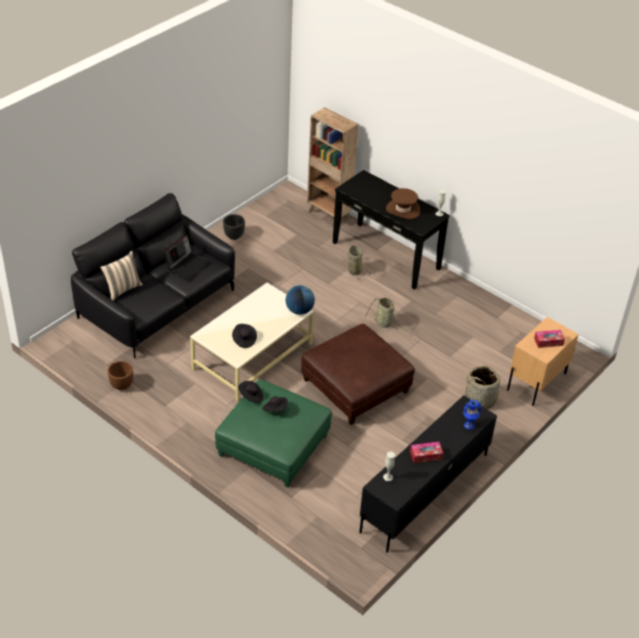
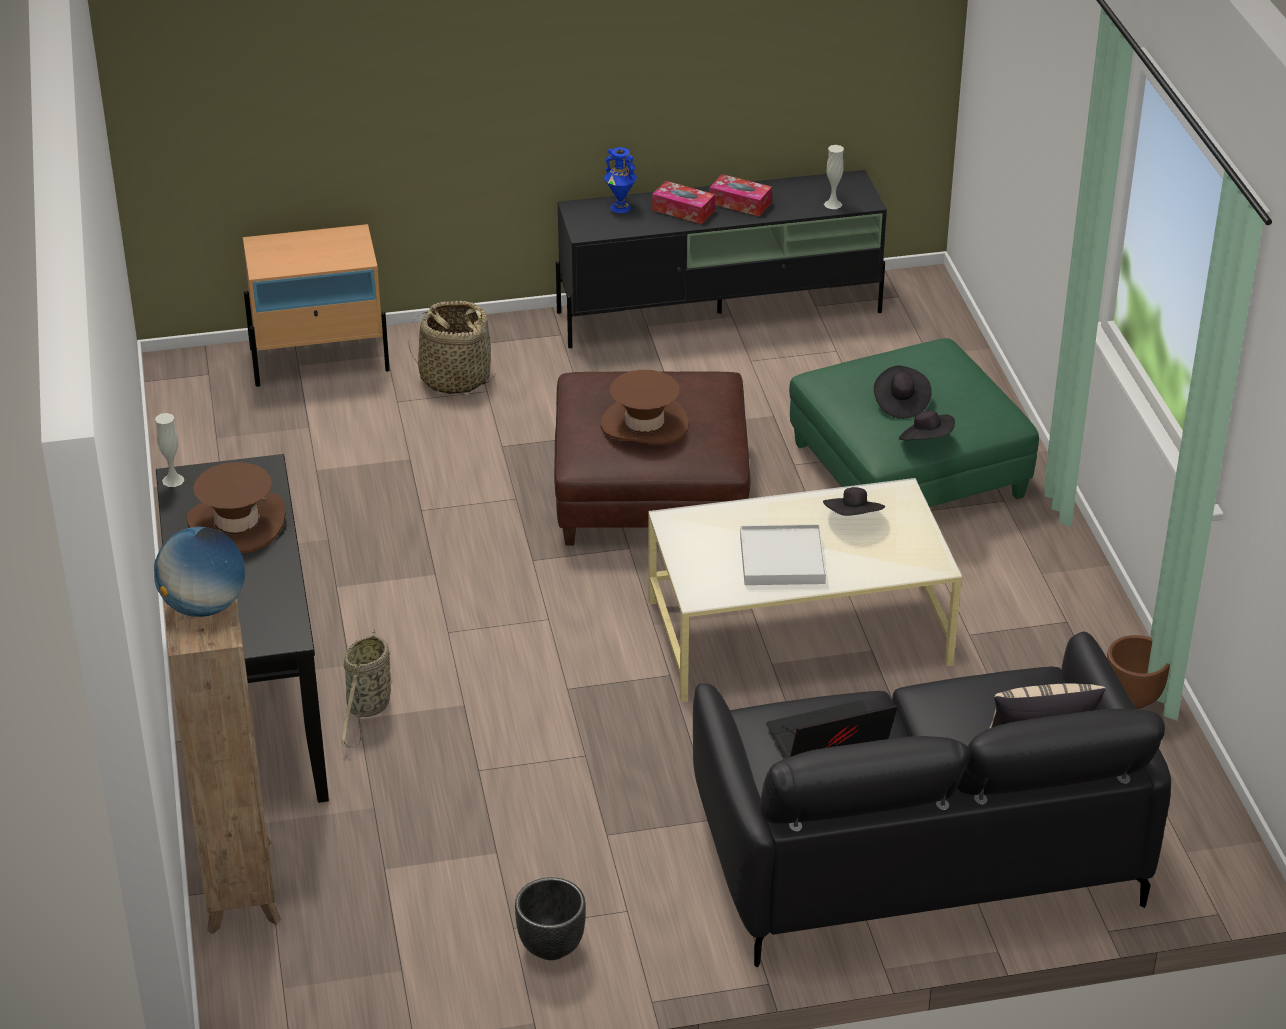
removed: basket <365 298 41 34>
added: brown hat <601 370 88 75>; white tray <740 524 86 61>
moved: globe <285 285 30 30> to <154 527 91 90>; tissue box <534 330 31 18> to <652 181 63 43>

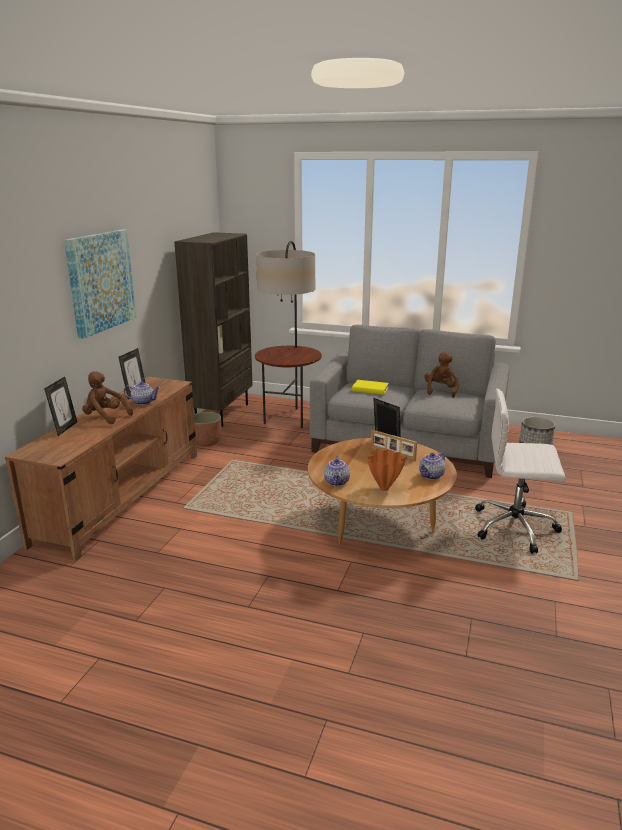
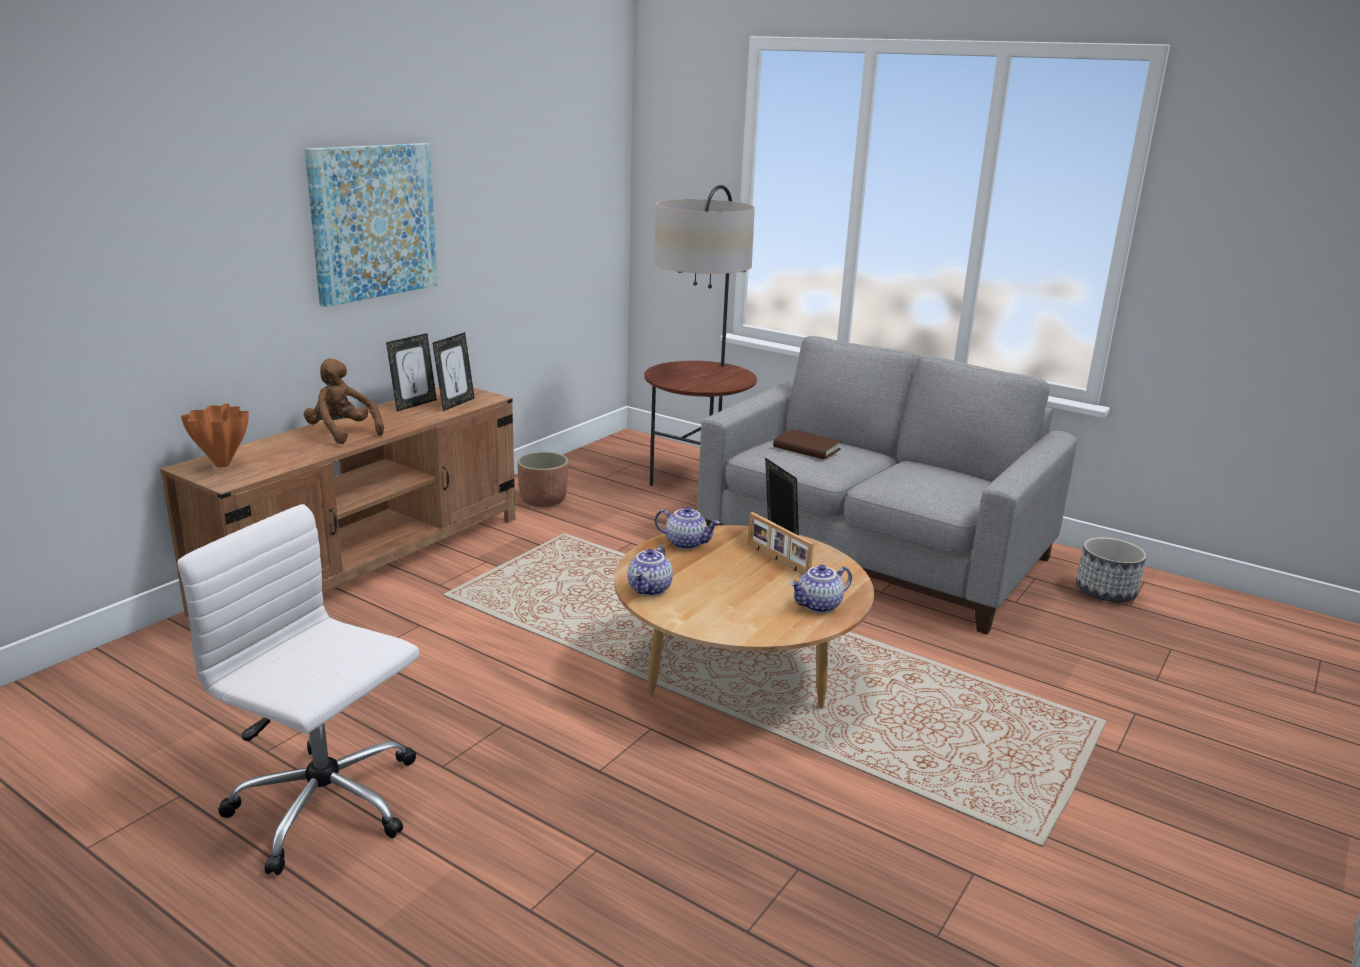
removed: brown bookcase <174 232 79 195>; brown plush toy <425 352 34 46>
moved: picture frame <44 377 33 59> to <432 332 42 79>; teapot <124 381 36 24> to <655 506 65 44>; white office chair <475 388 91 166> to <177 504 242 371>; orange vase <368 449 38 42> to <181 404 68 63>
recoloured: yellow book <352 380 37 15> to brown book <773 429 69 30>

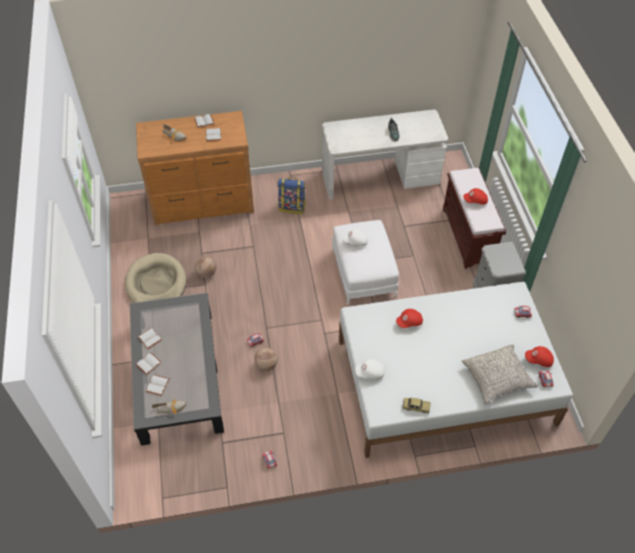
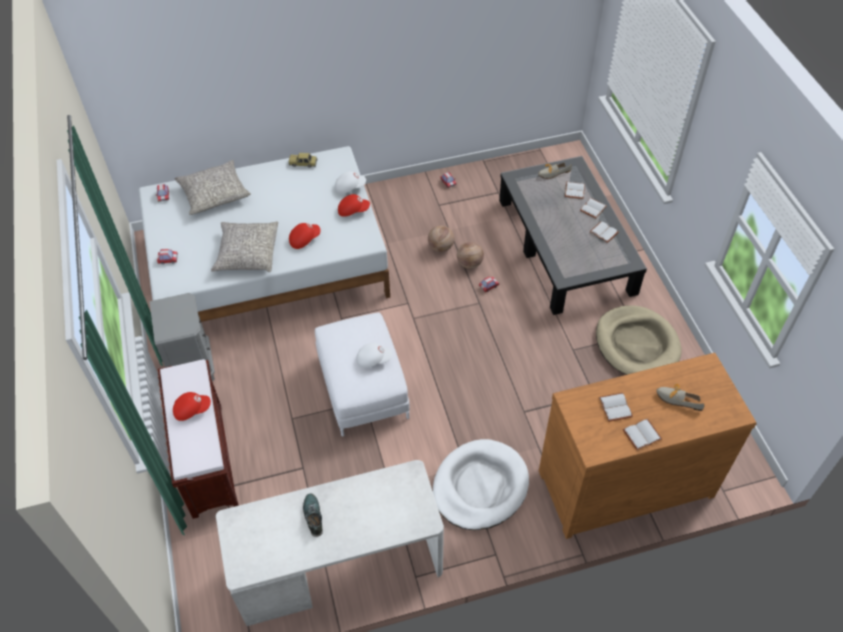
added: grey pillow <211 221 67 51>
moved: basketball <195 256 22 22> to <428 226 26 26>; red cap <525 346 29 21> to <338 194 32 23>
replaced: backpack <277 177 29 37> to white dog bed <433 439 96 91>

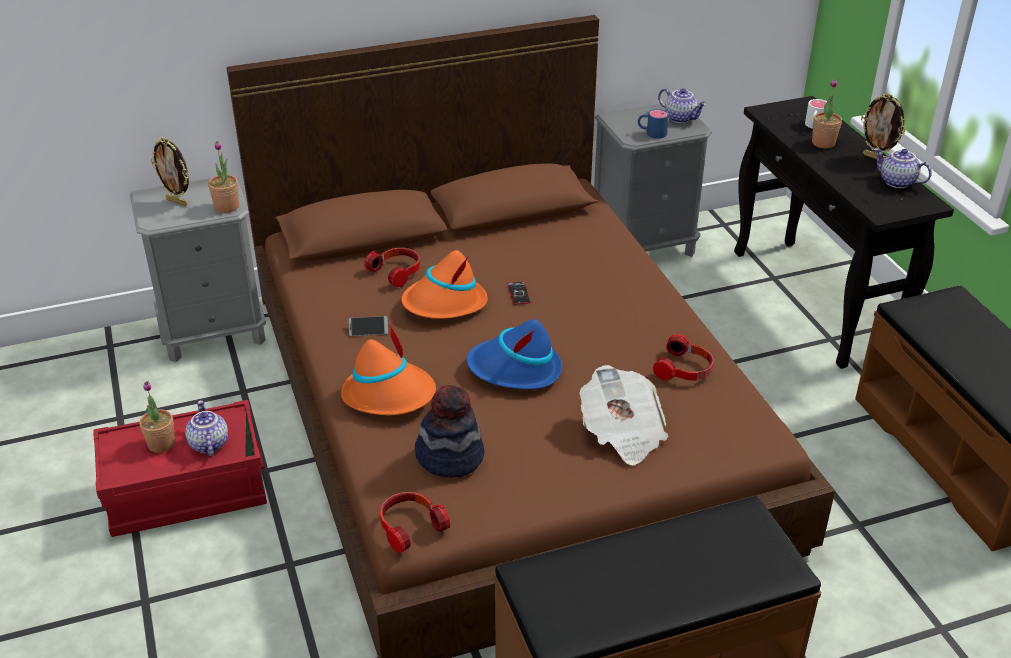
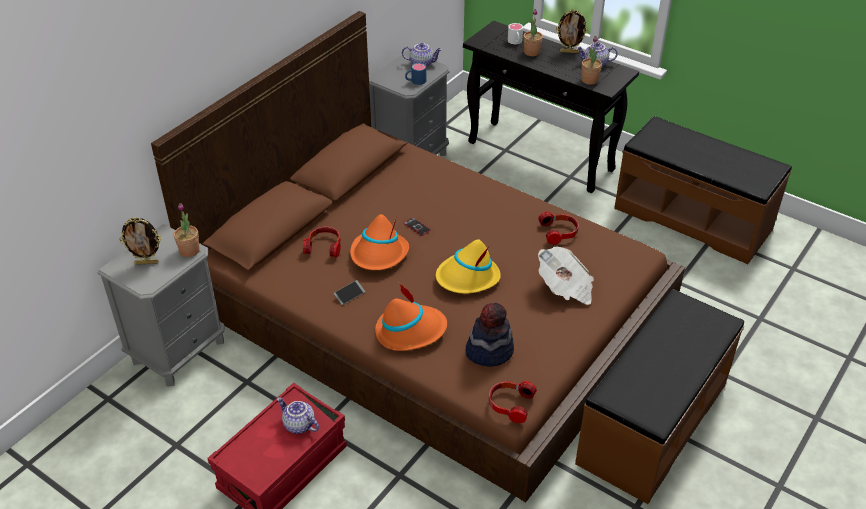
moved: potted plant <139 381 36 72> to <582 36 20 49>
recoloured: blue hat <467 319 95 70> to yellow hat <436 239 65 55>

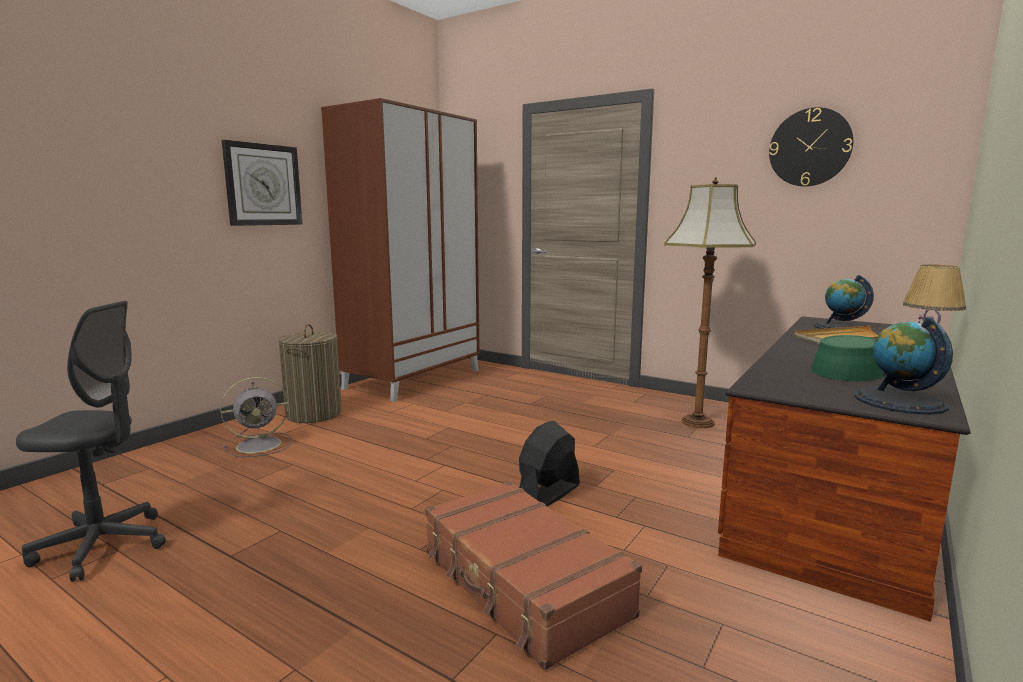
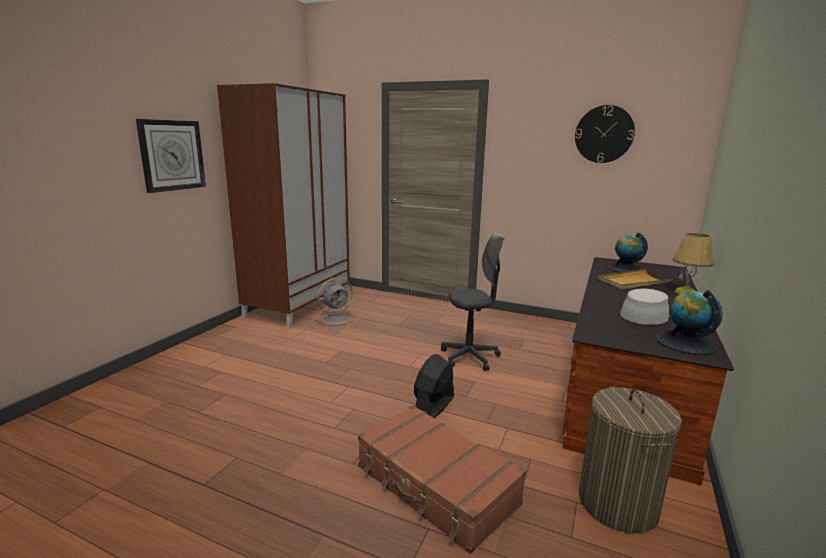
removed: floor lamp <664 177 92 251>
moved: grey office chair <16 301 150 281> to <441 233 63 138>; laundry basket <278 324 64 99> to <579 386 103 147>; grey fan <220 377 72 80> to <315 278 41 48>
recoloured: green hat <811 335 77 46> to grey hat <620 289 51 36>

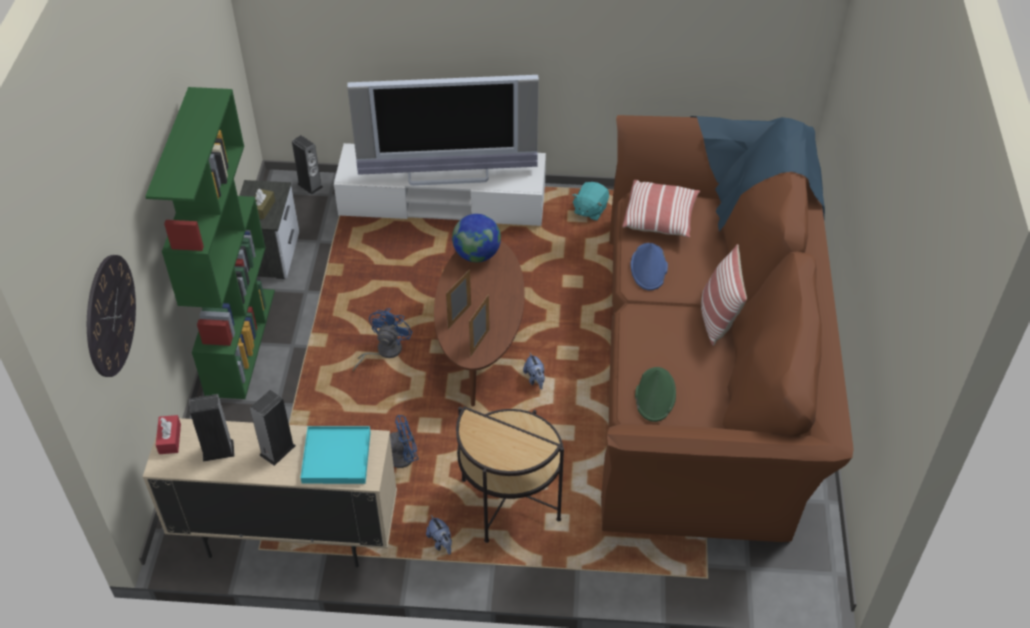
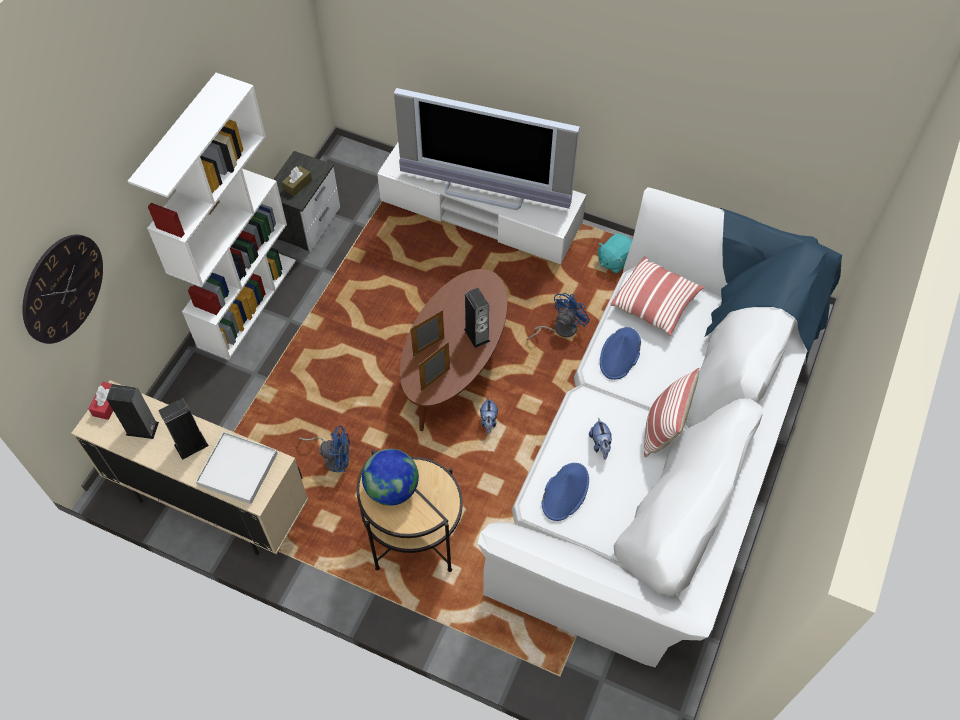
moved: speaker <292 135 31 59> to <464 288 26 60>; globe <452 214 49 48> to <362 449 57 57>; blue fan <353 308 59 64> to <527 293 63 47>; plush toy <426 515 26 40> to <589 417 23 43>
recoloured: green bookcase <145 87 130 312> to white bookcase <128 73 168 287>; brown sofa <601 115 253 427> to white sofa <478 187 364 480>; green hat <635 367 41 55> to blue hat <542 463 47 58>; turquoise tray <300 426 71 58> to white tray <196 432 82 72>

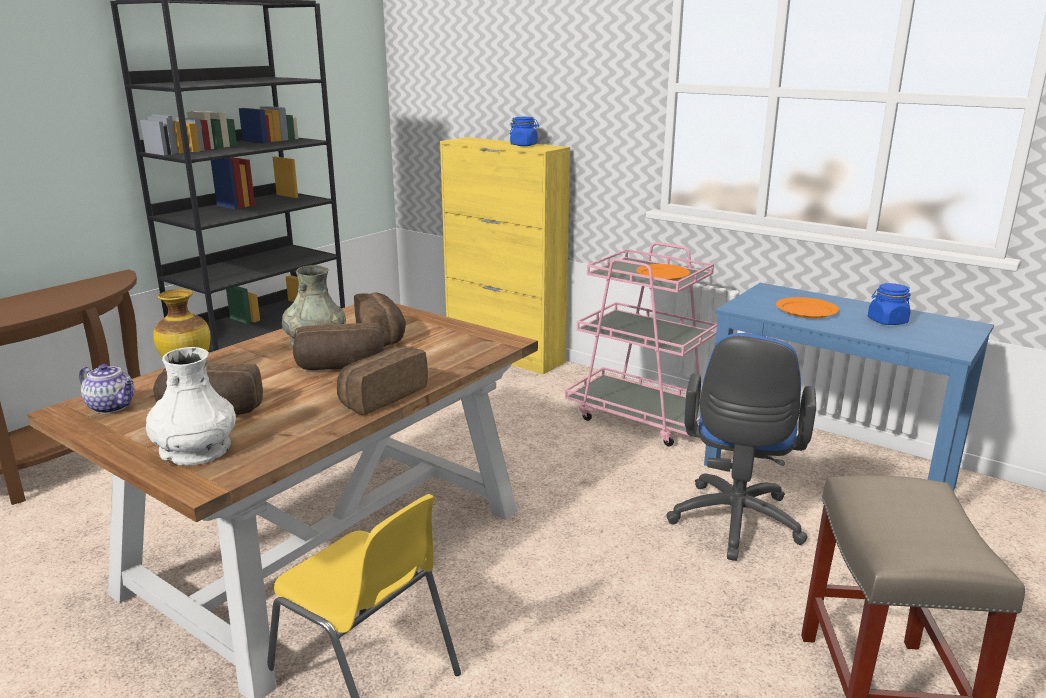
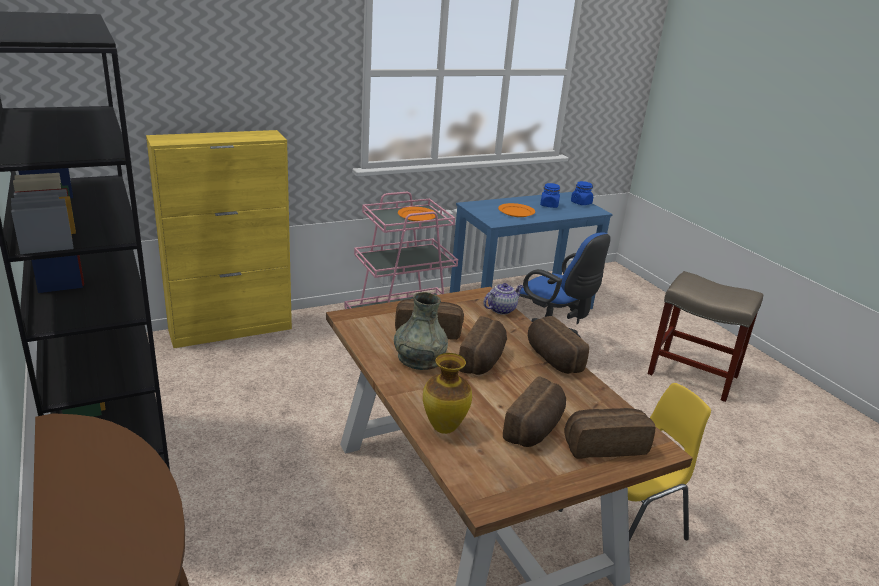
moved: blue jar <510 117 29 29> to <571 181 22 24>; teapot <79 364 55 49> to <483 283 40 32>
replaced: white vase <146 347 90 119> to bread <564 408 91 51>

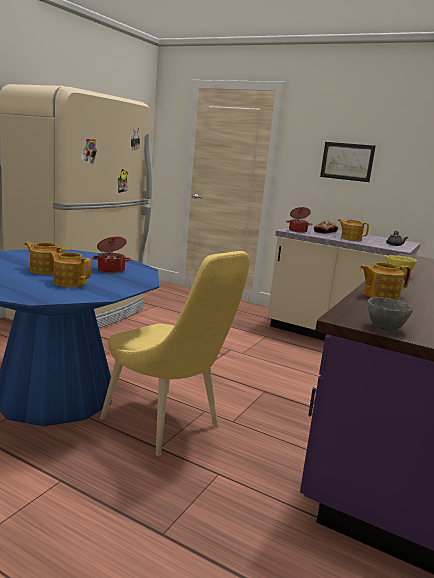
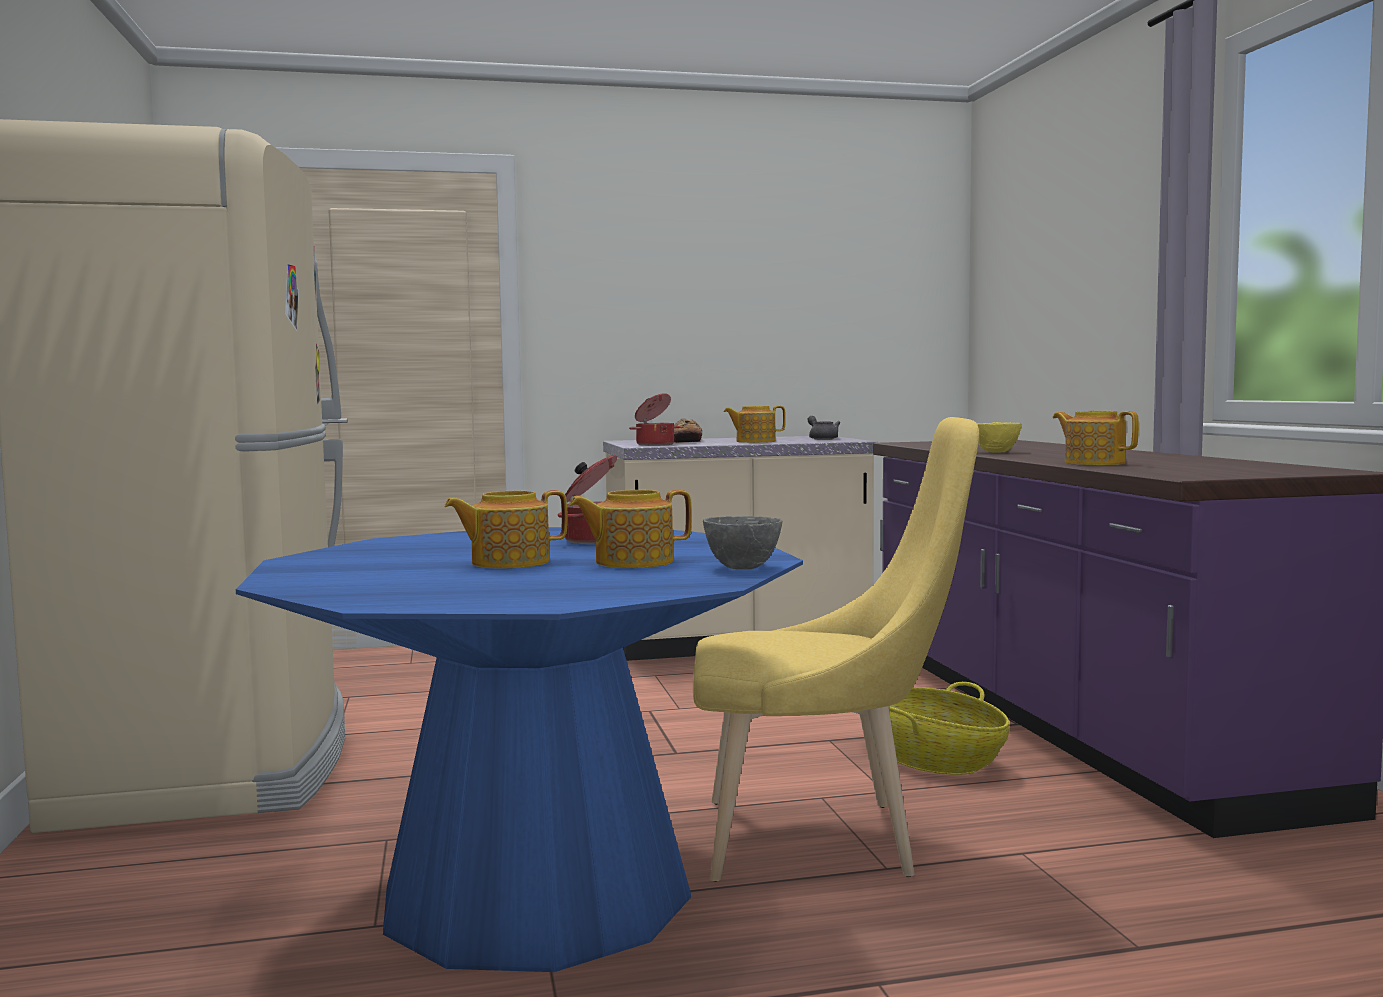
removed: picture <320 142 56 40>
added: basket <889 682 120 93>
moved: grey bowl <368 297 45 34> to <703 516 79 53>
turned: teapot <360 262 51 38> = <1053 411 86 54> 105 degrees clockwise

